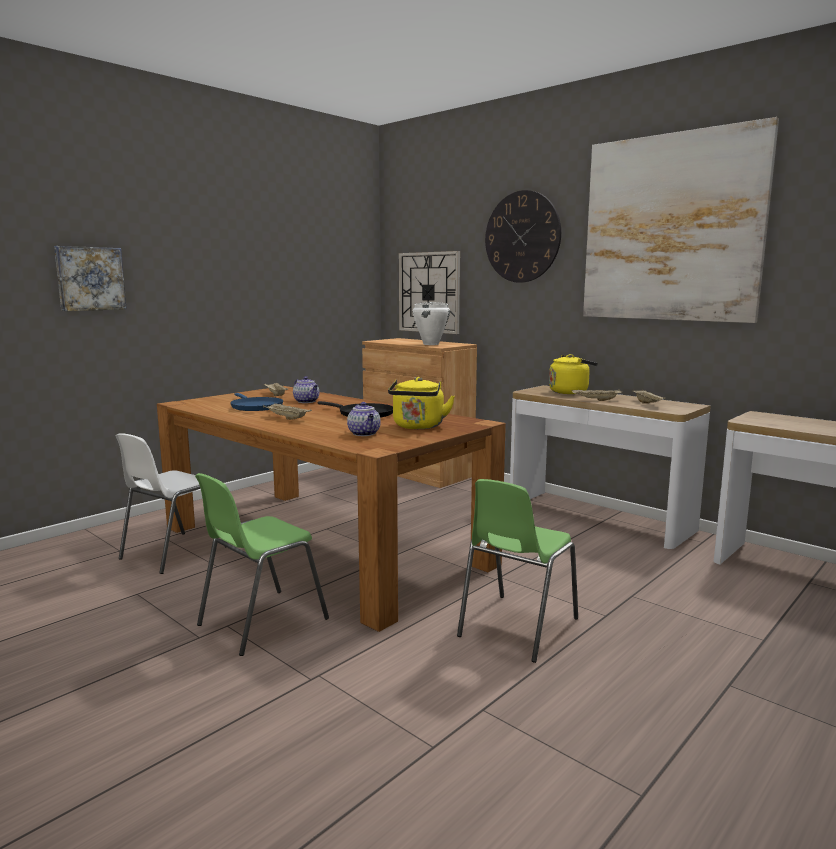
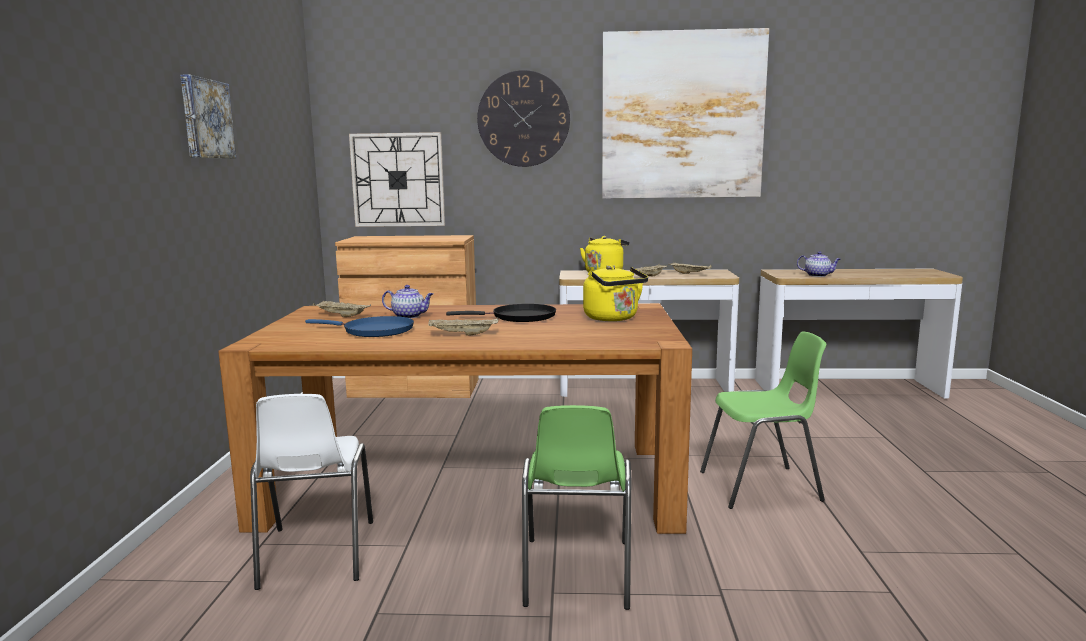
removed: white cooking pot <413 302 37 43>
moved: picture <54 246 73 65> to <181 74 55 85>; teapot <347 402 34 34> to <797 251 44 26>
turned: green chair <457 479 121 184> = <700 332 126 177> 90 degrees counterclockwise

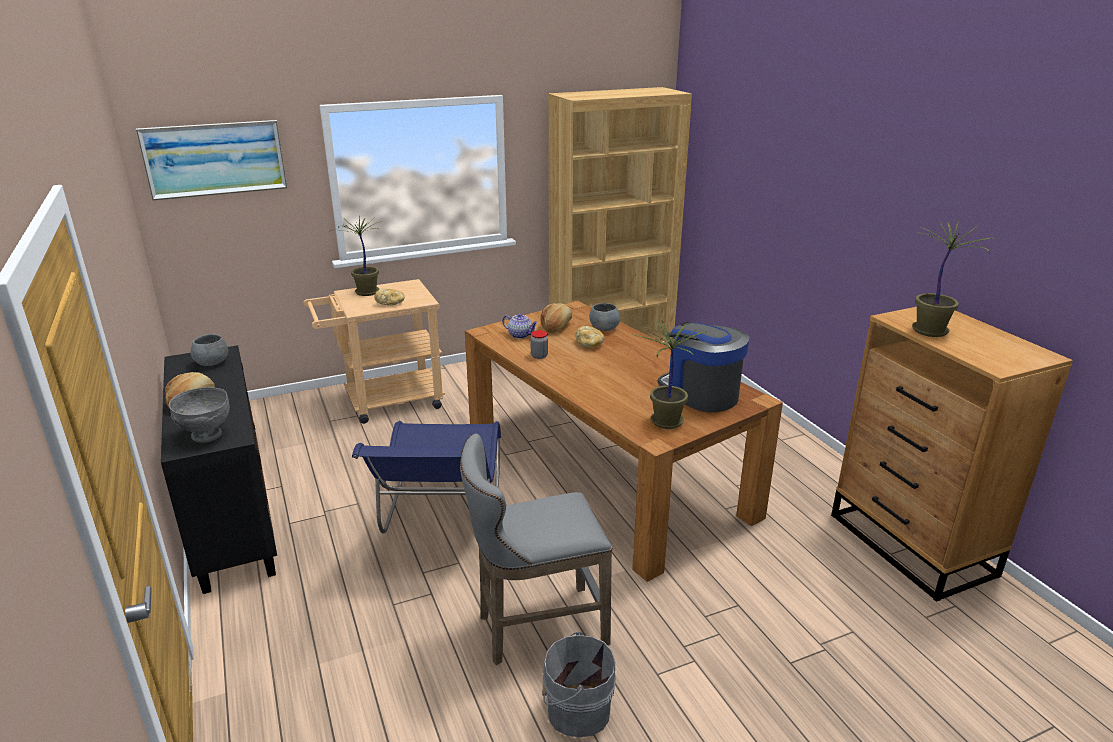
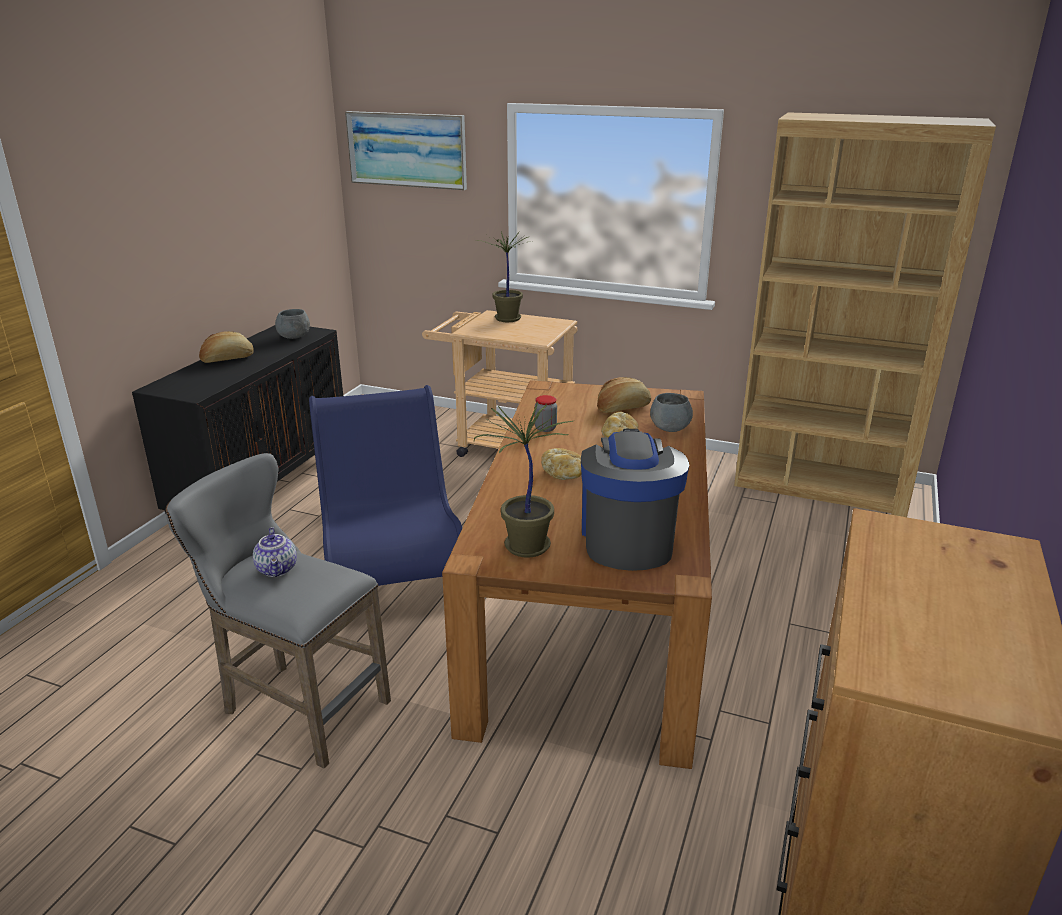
removed: potted plant <912 220 85 117>; grey bowl <169 387 61 56>; grey bucket <542 631 74 106>
moved: bread <374 289 31 17> to <541 448 41 32>; teapot <502 313 36 26> to <253 527 44 50>
turned: blue chair <352 421 149 113> = <309 385 153 201> 120 degrees clockwise

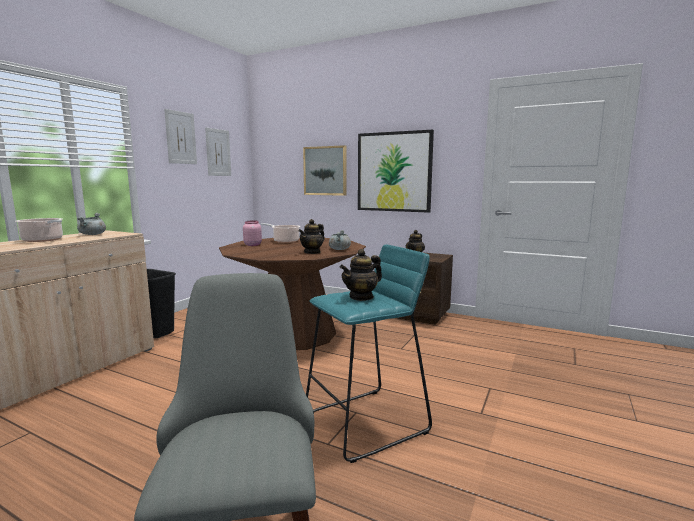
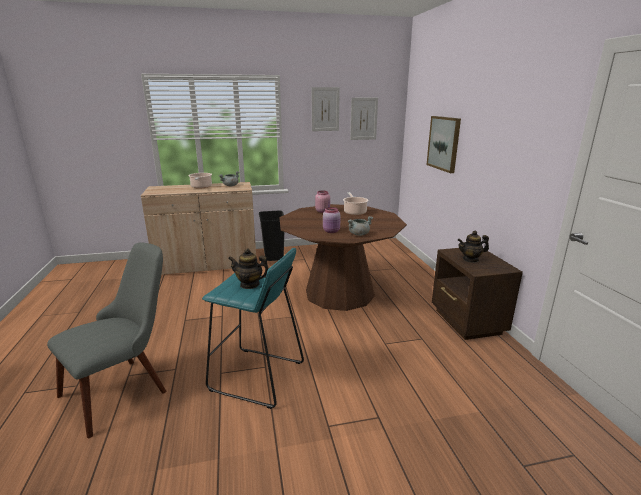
removed: picture <358 130 76 83>
replaced: teapot <299 219 26 35> to pink jar <323 207 17 26>

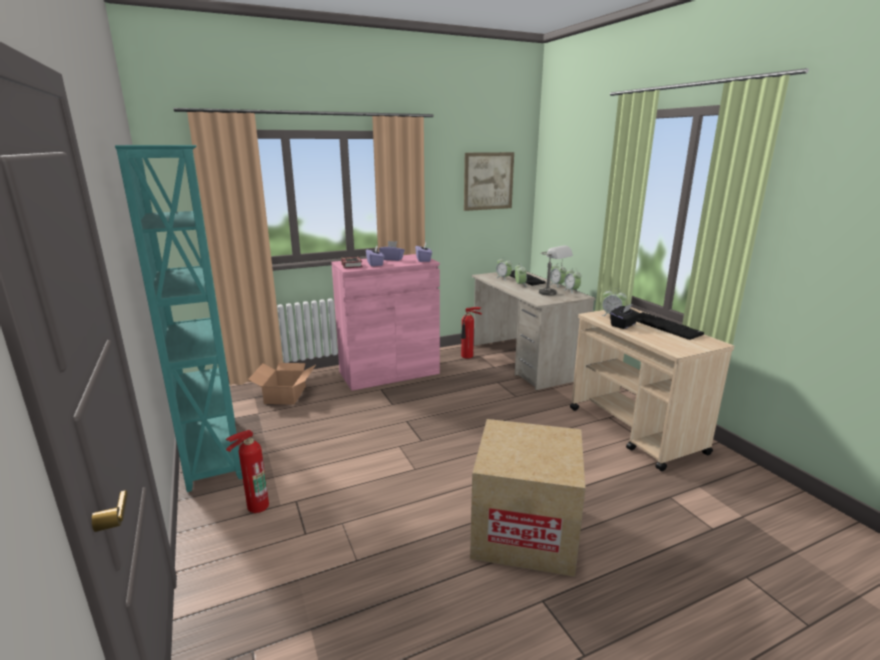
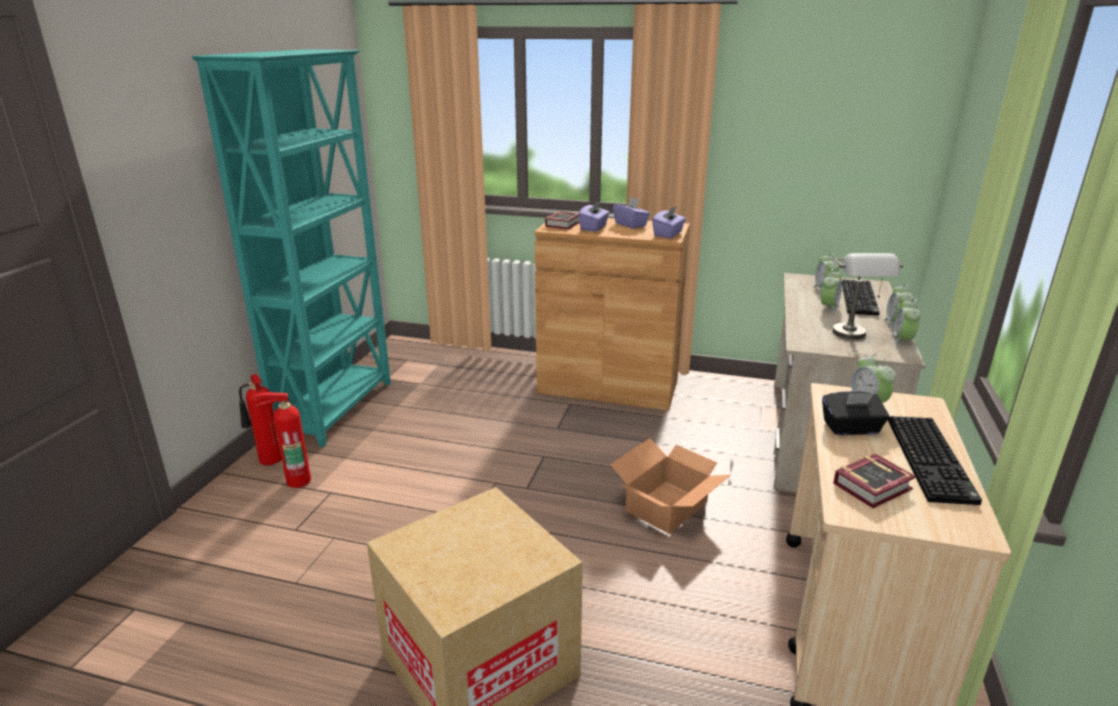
removed: picture <464 152 50 59>
added: book <833 454 83 54>
moved: fire extinguisher <461 307 21 52> to <239 374 43 91>; cardboard box <248 363 68 42> to <610 438 121 96>
recoloured: pink cabinet <331 254 109 137> to brown cabinet <534 216 156 195>

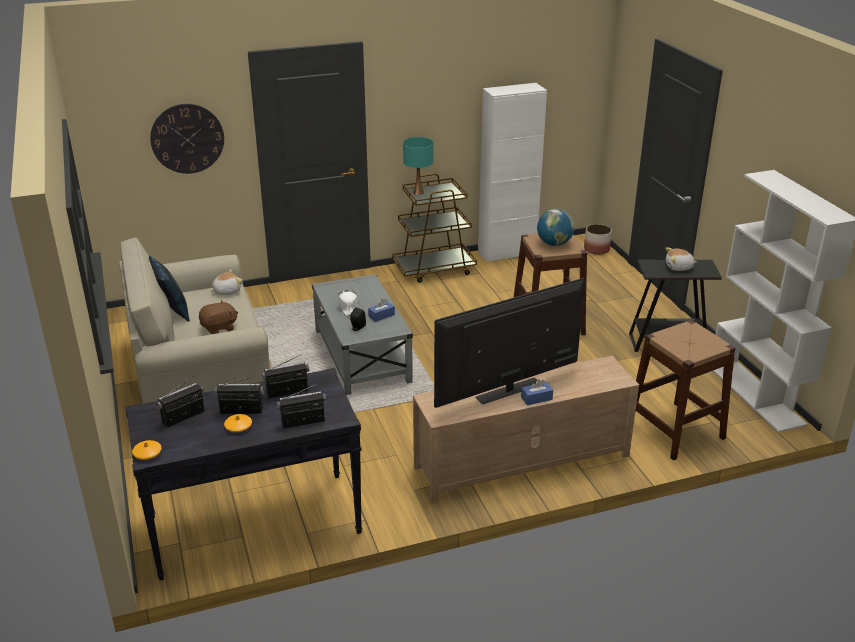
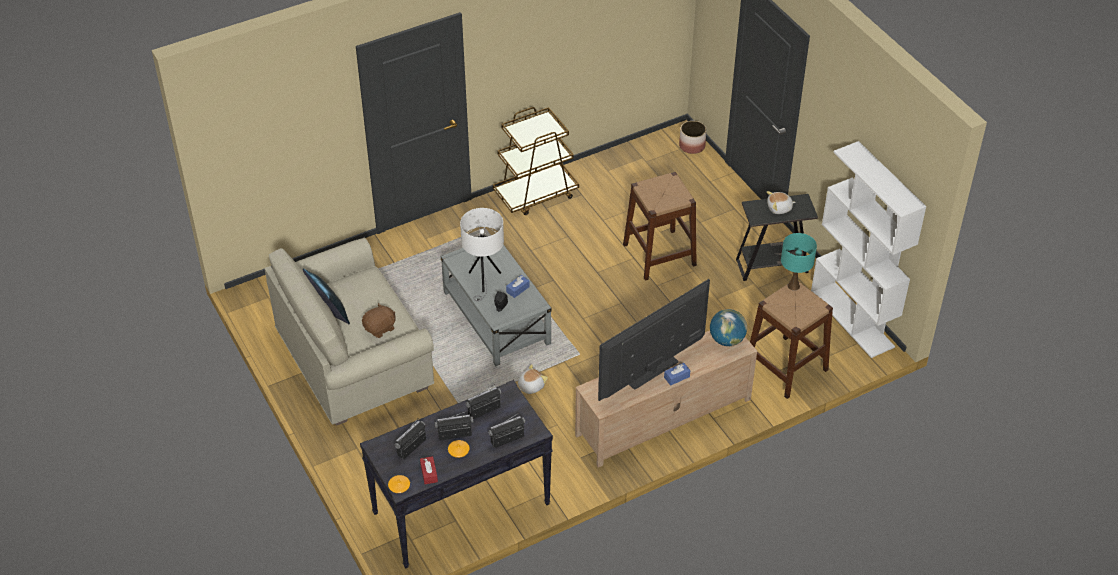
removed: white cabinet <478 83 69 179>; wall clock <150 104 74 70>
added: red tissue box <420 456 18 28>
moved: turquoise table lamp <403 137 30 58> to <781 233 36 58>; globe <537 209 37 37> to <710 309 37 37>; plush toy <210 270 32 25> to <518 364 30 30>
replaced: white hat <338 290 20 27> to white table lamp <460 208 44 94>

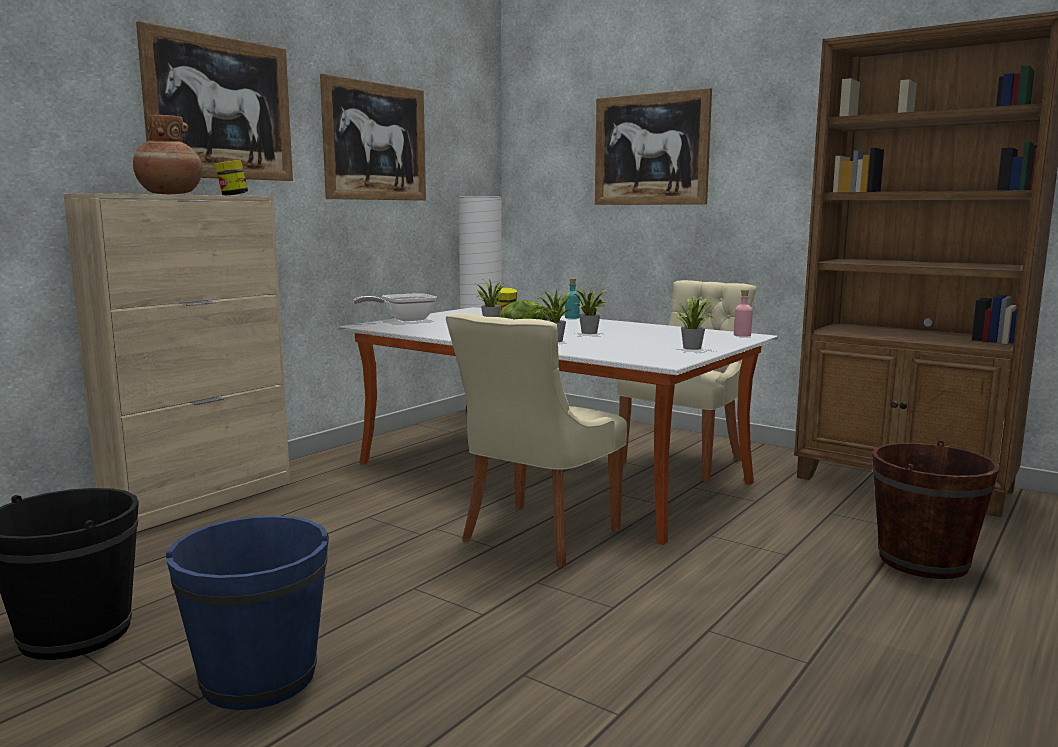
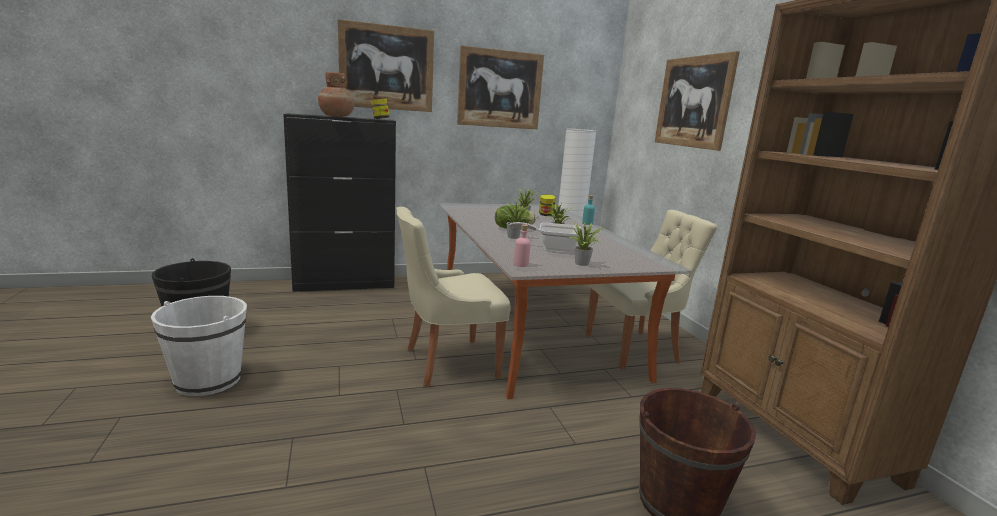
moved: pink bottle <734 290 19 47> to <514 224 17 43>; frying pan <353 293 84 28> to <509 222 72 30>
recoloured: beige cabinet <63 193 227 339> to black cabinet <283 113 113 179>; blue bucket <166 515 163 195> to white bucket <151 296 96 100>

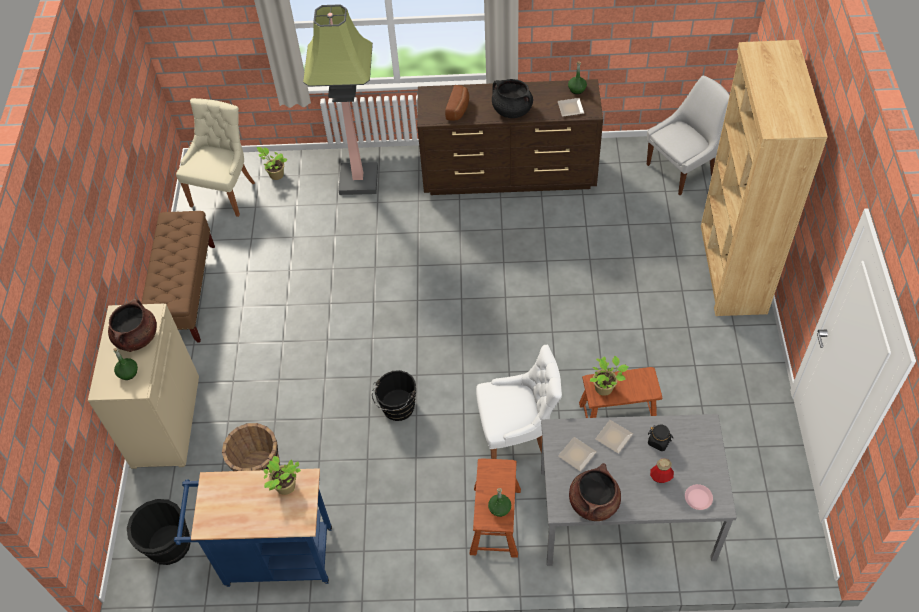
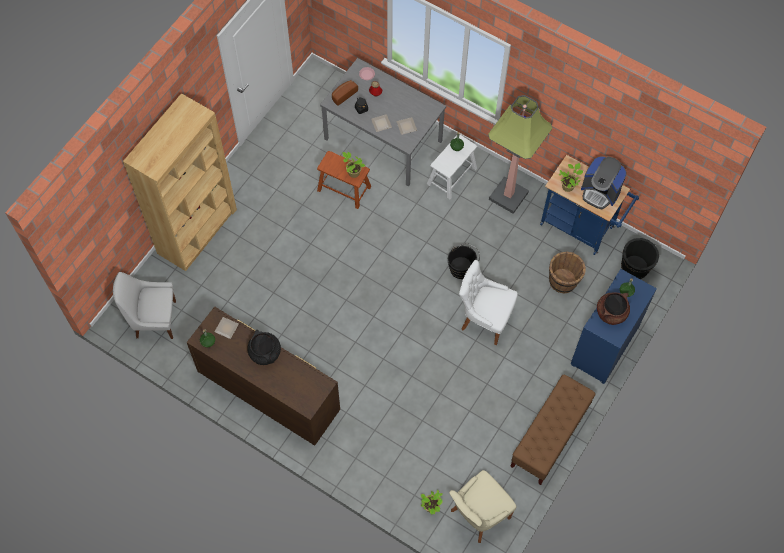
removed: brown cooking pot <569 463 52 58>
added: coffee machine <581 156 45 53>
moved: floor lamp <303 4 75 191> to <488 95 64 119>; bread <445 85 24 36> to <332 80 26 26>; white chair <476 345 86 114> to <459 260 59 85>
recoloured: beige cabinet <88 304 111 165> to blue cabinet <571 269 86 115>; brown stool <470 458 51 100> to white stool <427 134 50 65>

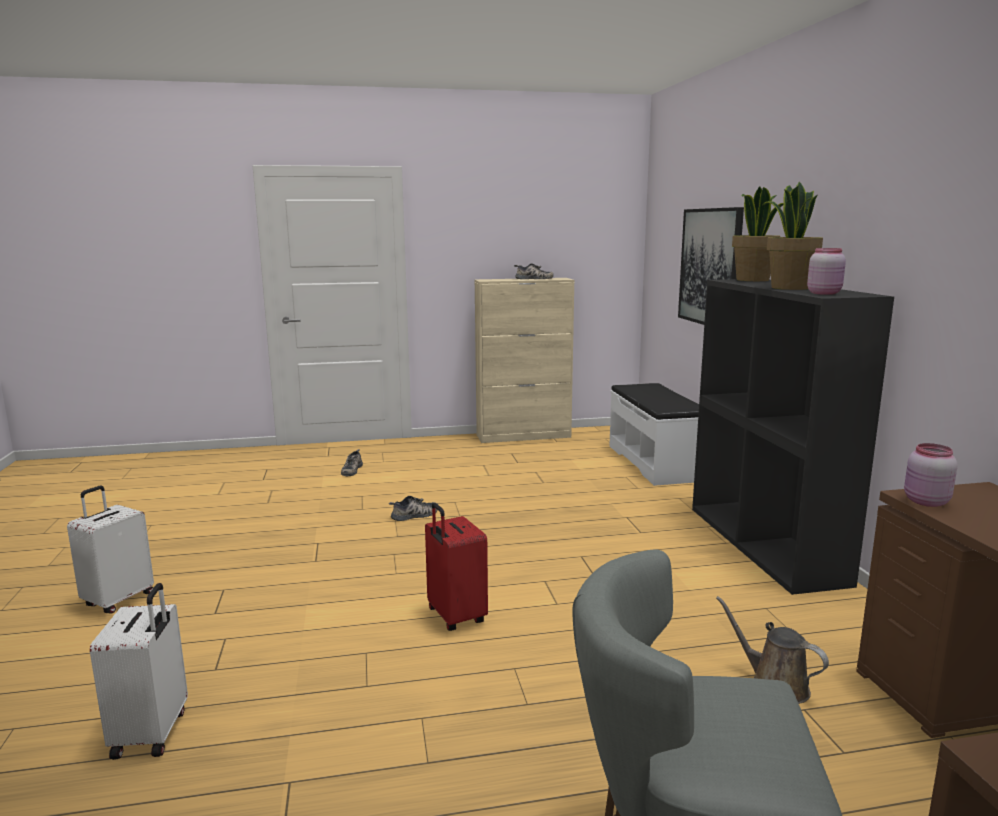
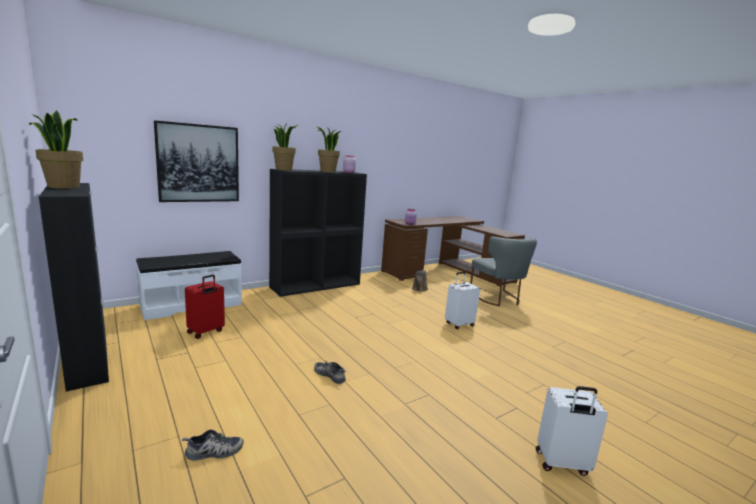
moved: red suitcase <425 503 63 128> to <185 275 40 64>; white suitcase <90 583 98 177> to <445 272 35 57>
replaced: shoe <514 263 40 16> to potted plant <29 110 54 79>
recoloured: beige cabinet <475 278 99 165> to black cabinet <39 183 70 209>

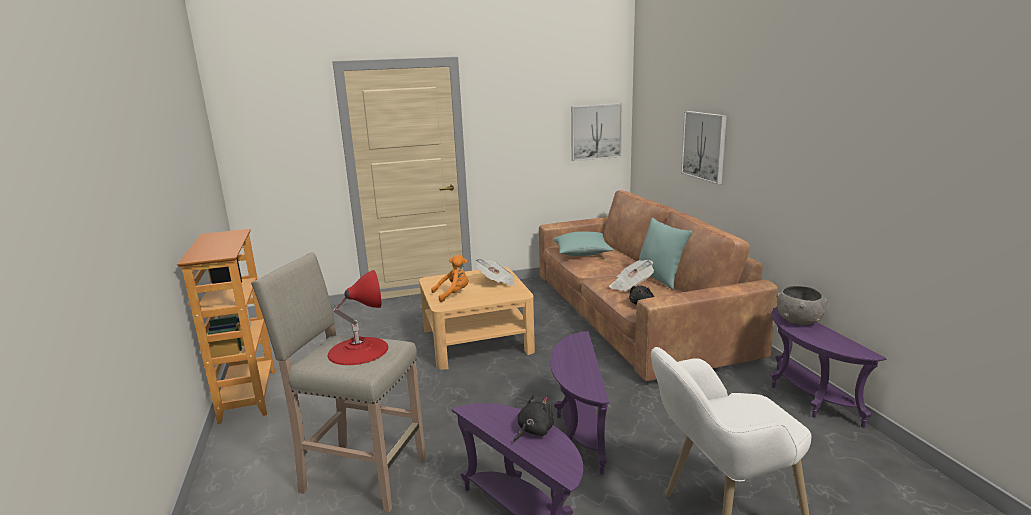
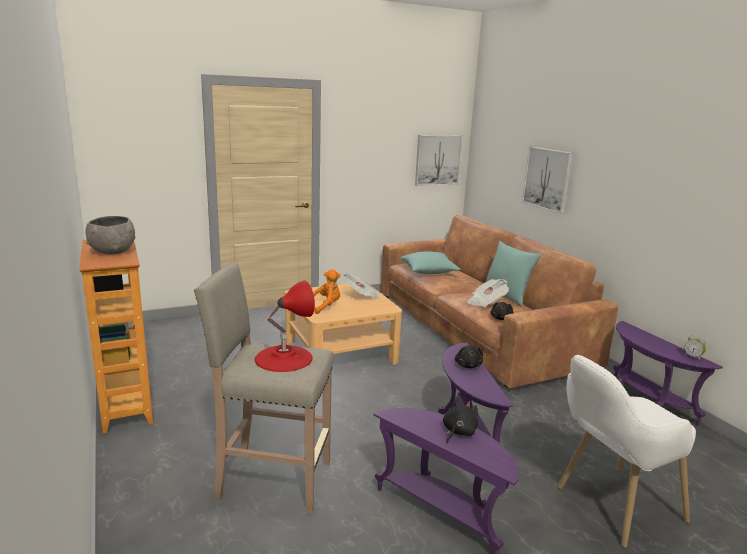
added: alarm clock <684 335 22 26>; black plush toy <455 345 28 23>
moved: grey bowl <776 286 52 39> to <85 216 51 39>

